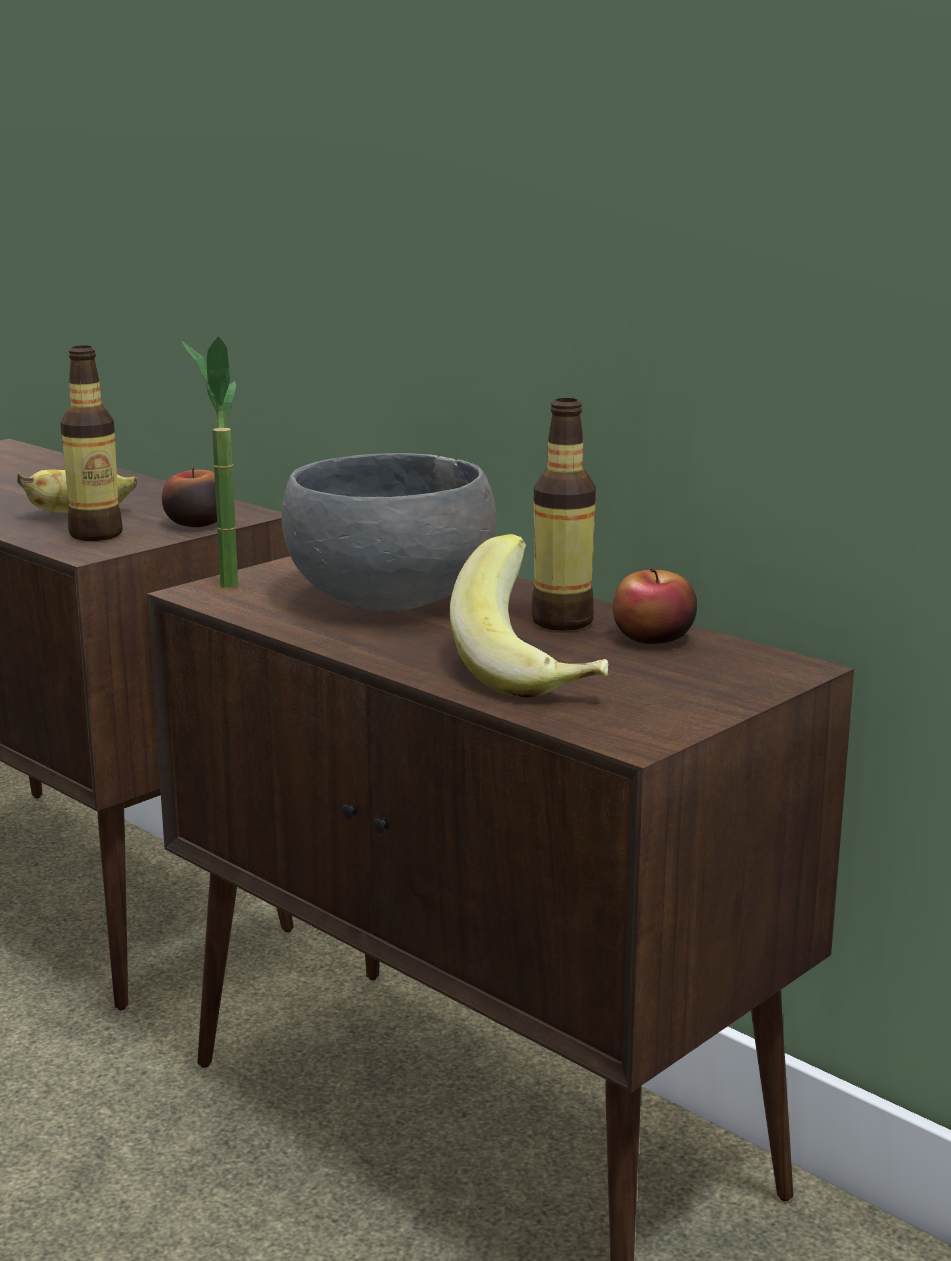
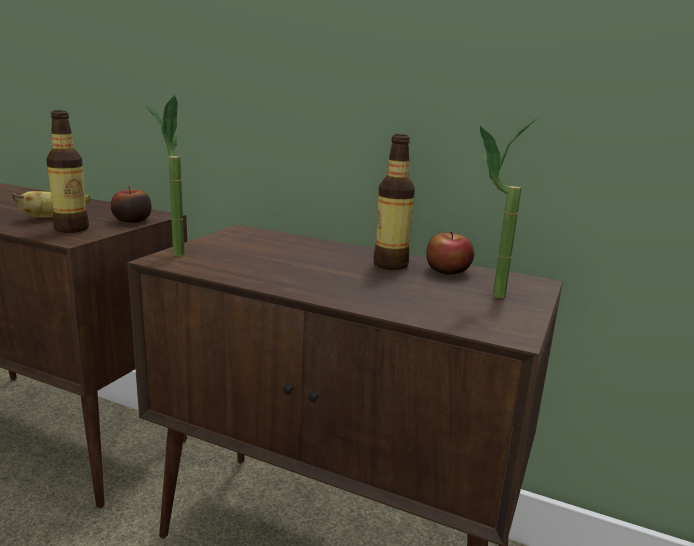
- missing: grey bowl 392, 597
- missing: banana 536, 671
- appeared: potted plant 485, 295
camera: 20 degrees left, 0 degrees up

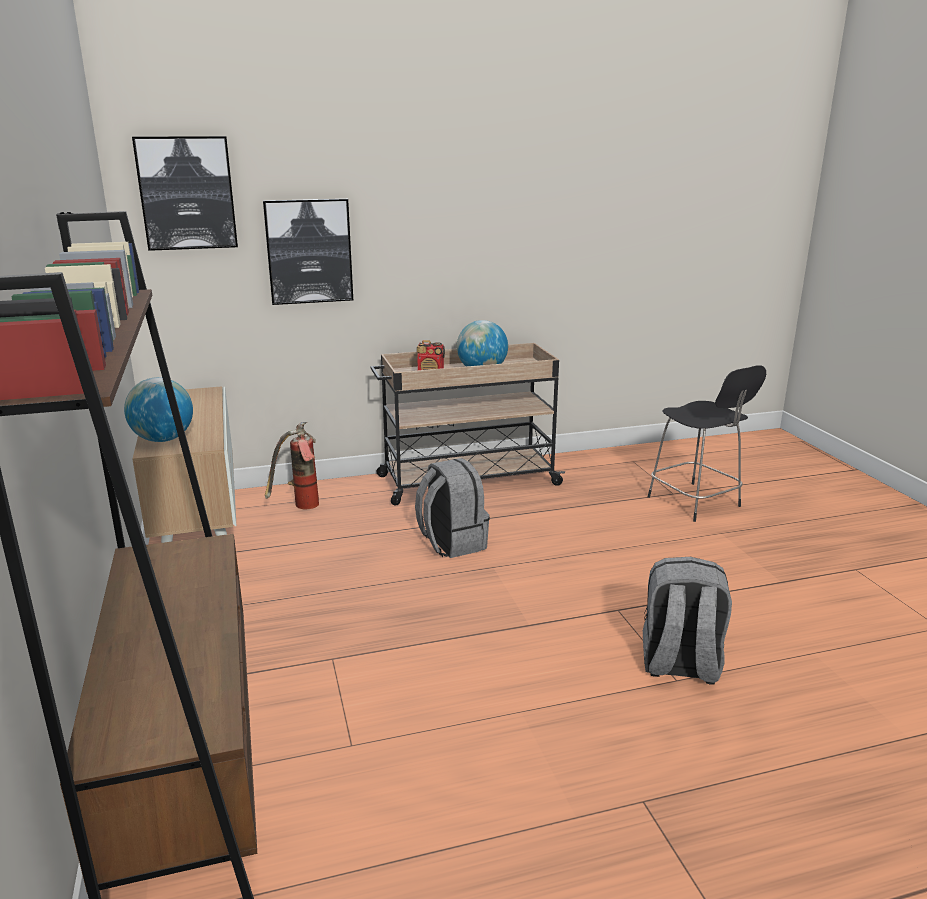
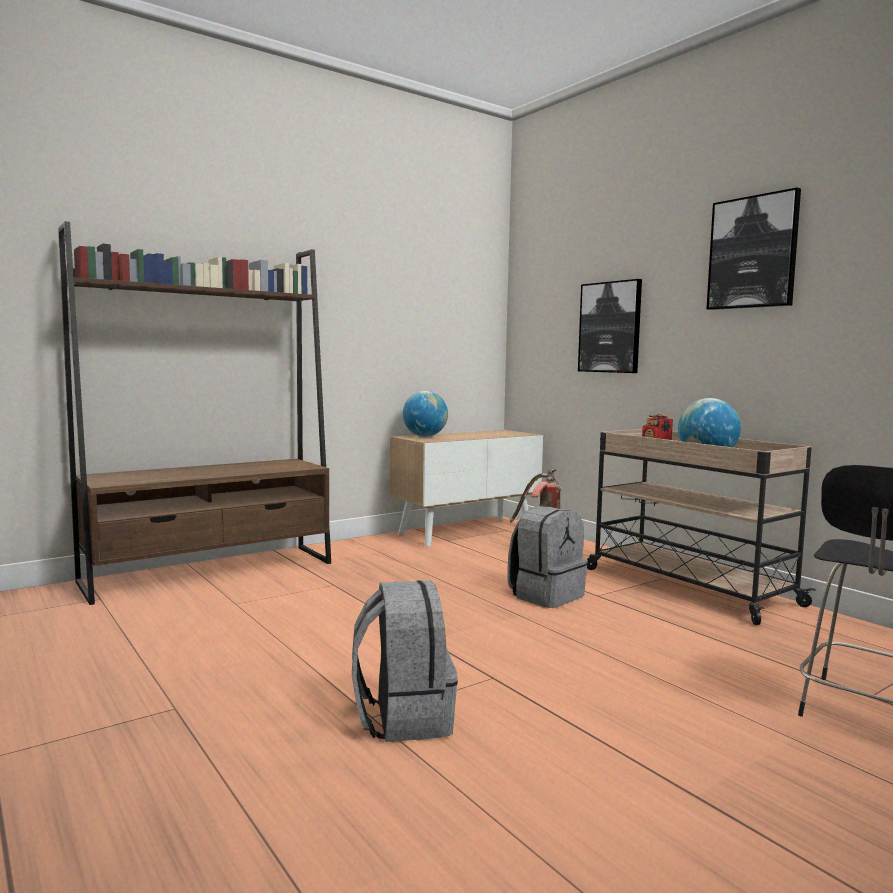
- relocated: picture 187, 193 to 753, 252
camera: 70 degrees right, 15 degrees down

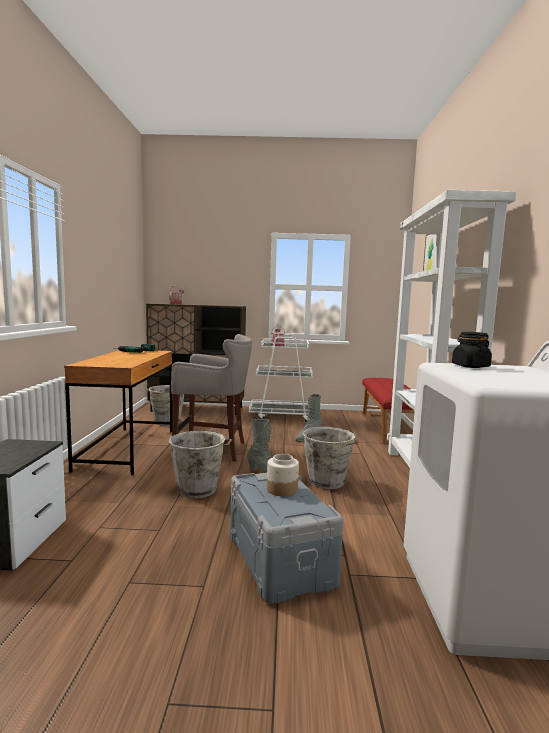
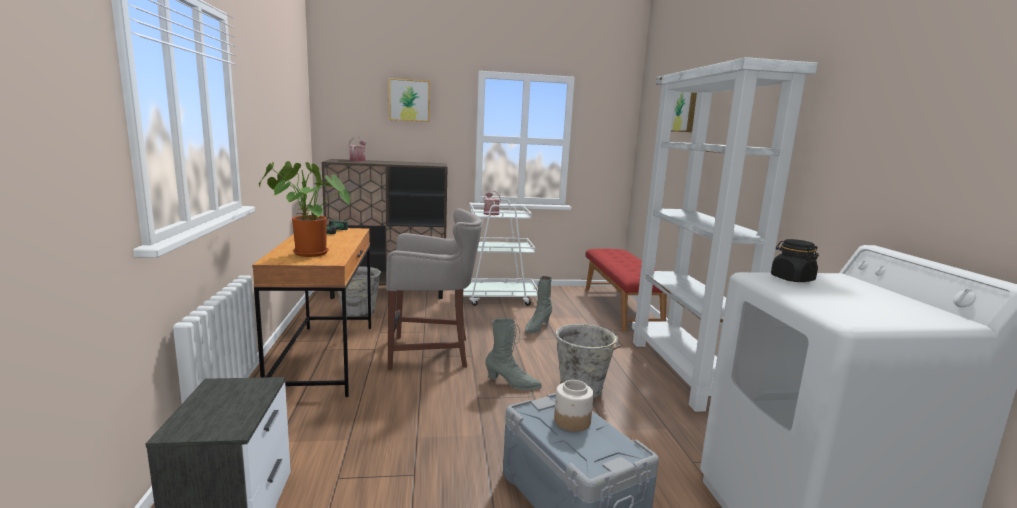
- missing: grey bucket 199, 490
- appeared: potted plant 306, 253
- appeared: picture 409, 100
camera: 10 degrees left, 5 degrees up

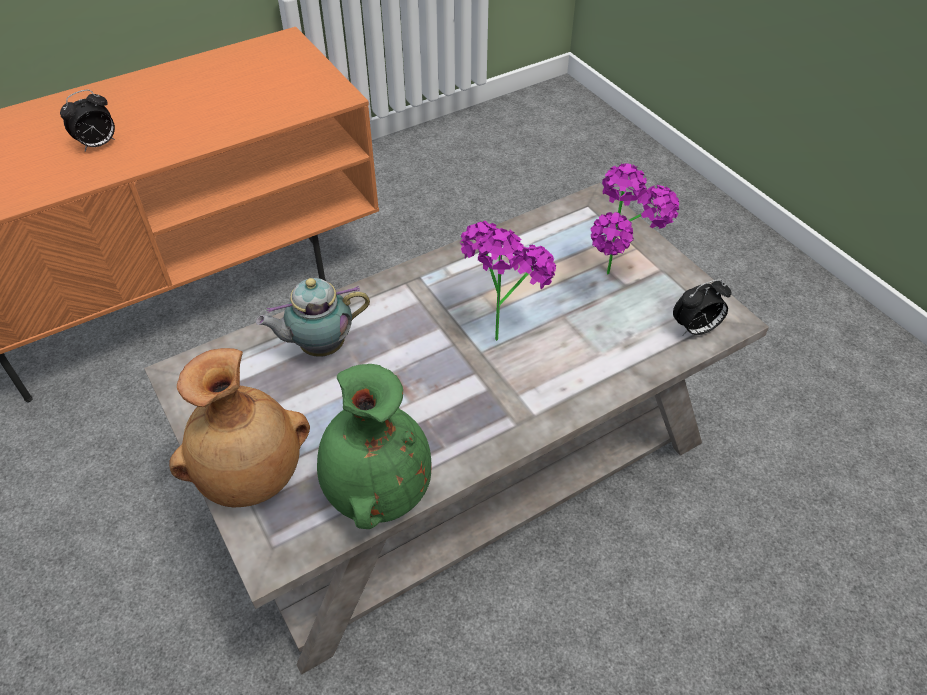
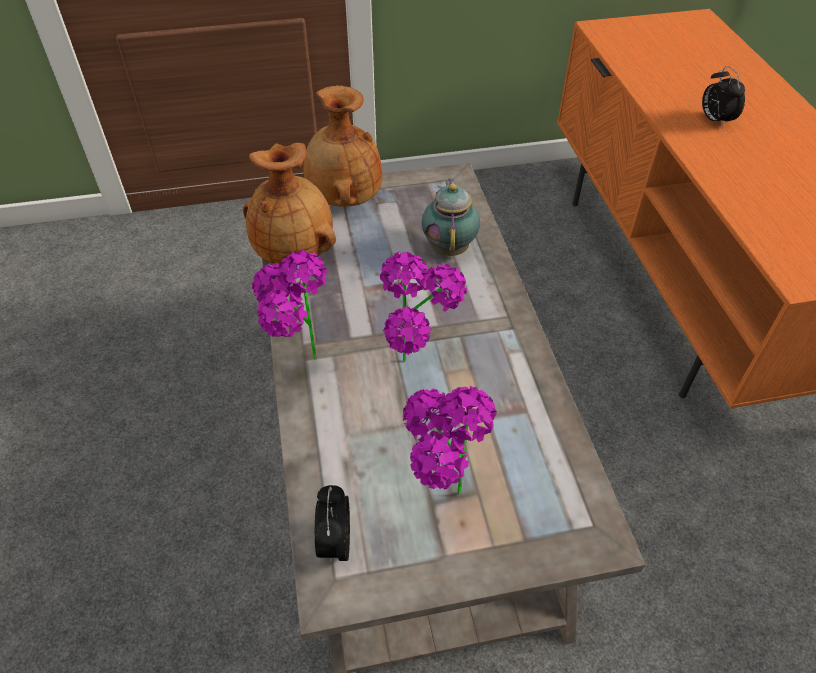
- colour: green vase 376, 490 to brown vase 295, 251
- appeared: potted plant 298, 364
camera: 110 degrees right, 0 degrees up

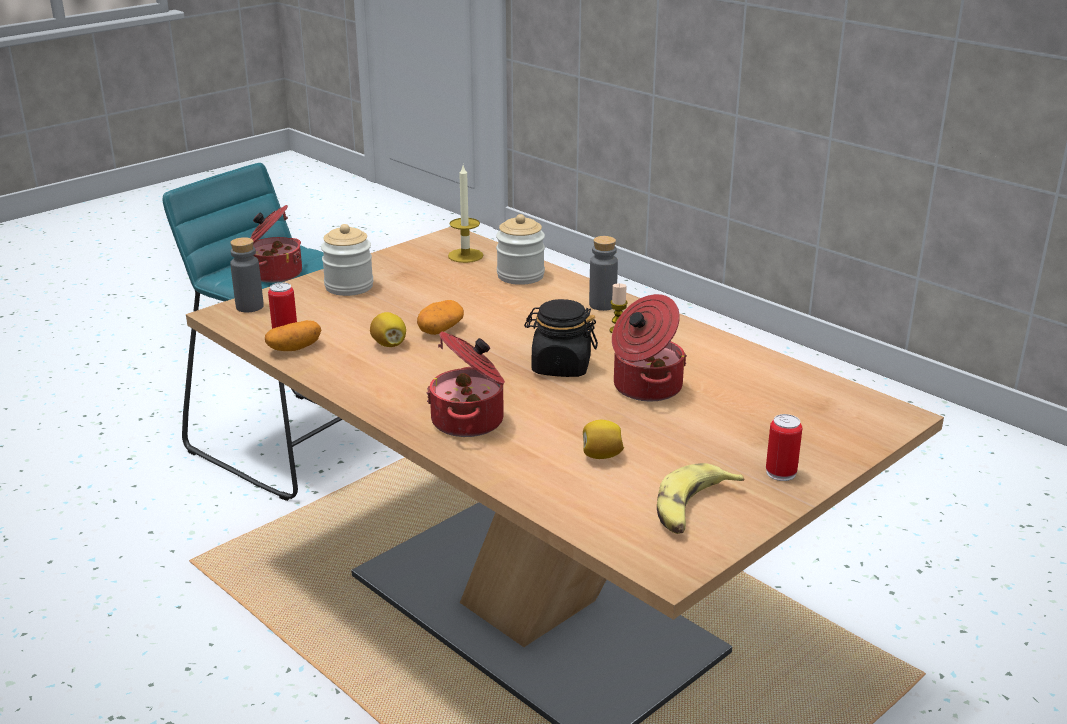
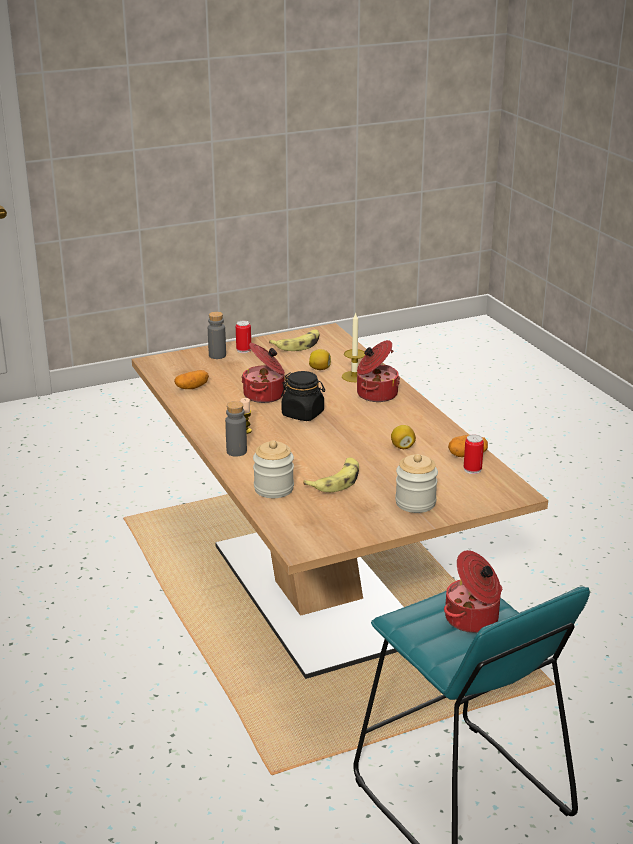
- relocated: grey bottle 249, 307 to 217, 355
- relocated: potato 440, 329 to 192, 387
- relocated: candle 465, 255 to 354, 376
- appeared: banana 336, 481
camera: 160 degrees left, 0 degrees up

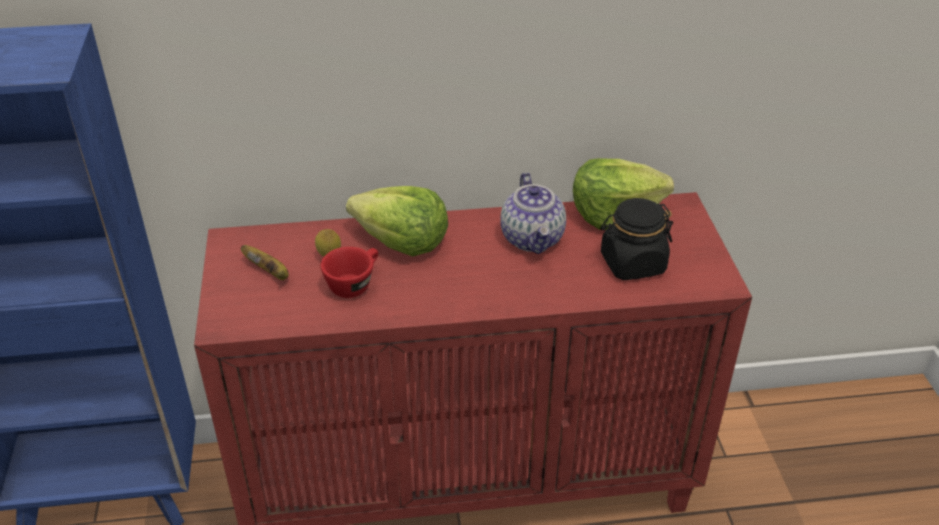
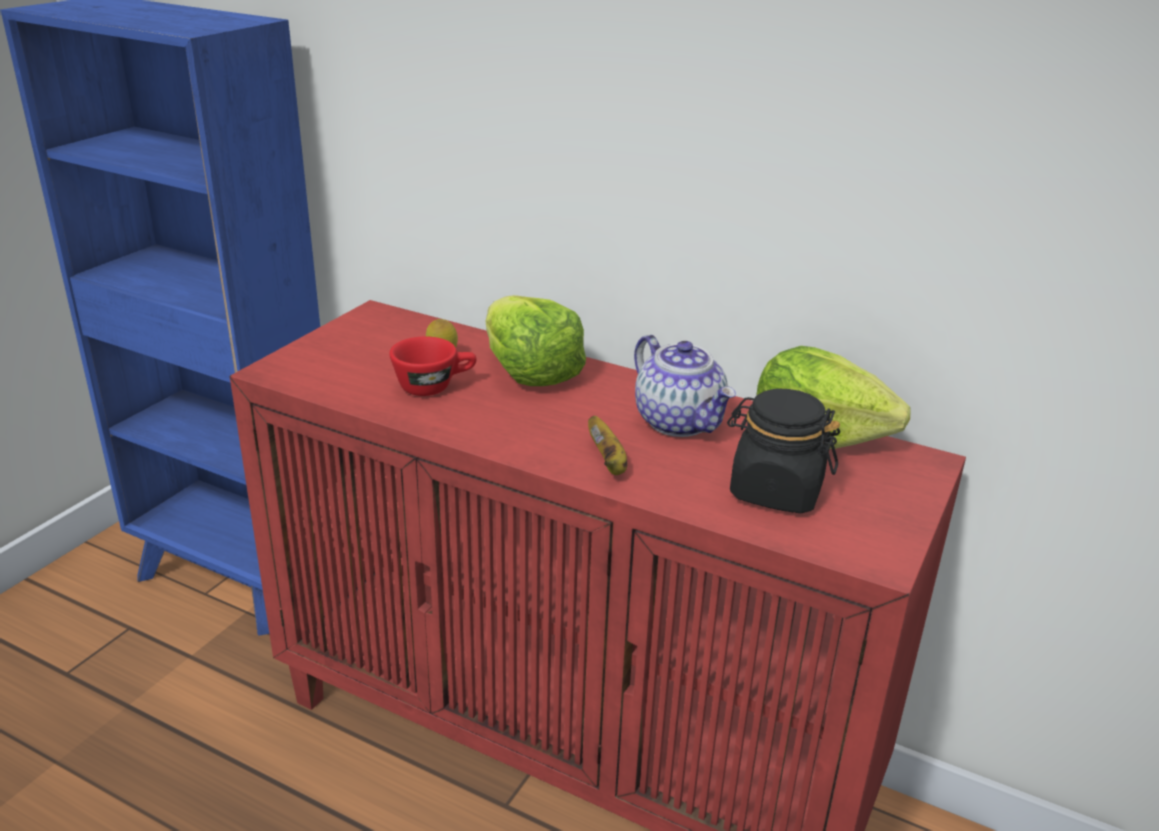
- relocated: banana 269, 272 to 608, 462
- spun: teapot 533, 239 = 680, 422 60 degrees counterclockwise
camera: 35 degrees right, 10 degrees down

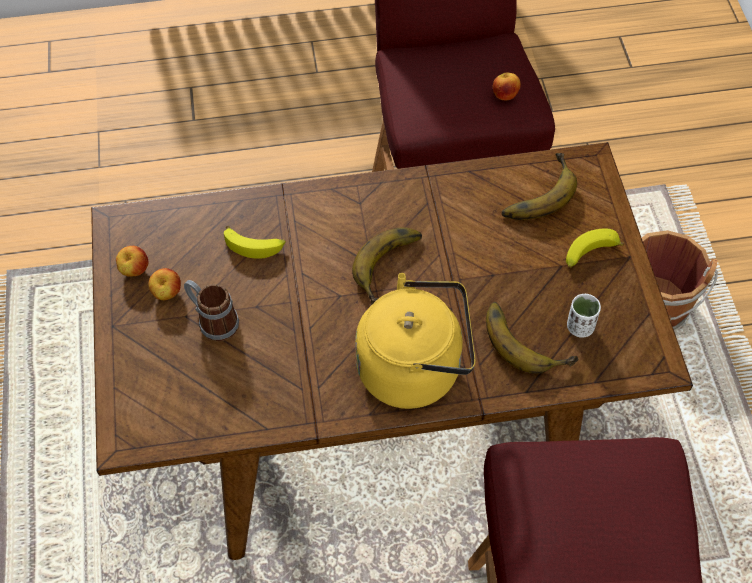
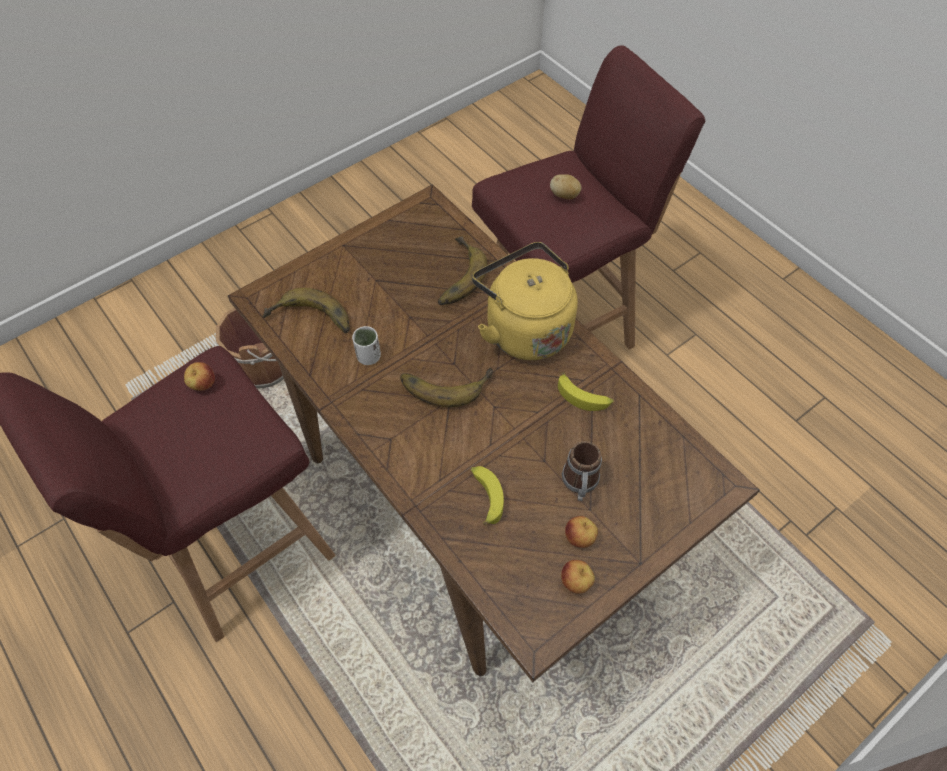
- relocated: banana 589, 254 to 583, 397
- relocated: white cup 580, 327 to 368, 357
- appeared: potato 564, 196
camera: 120 degrees left, 0 degrees up

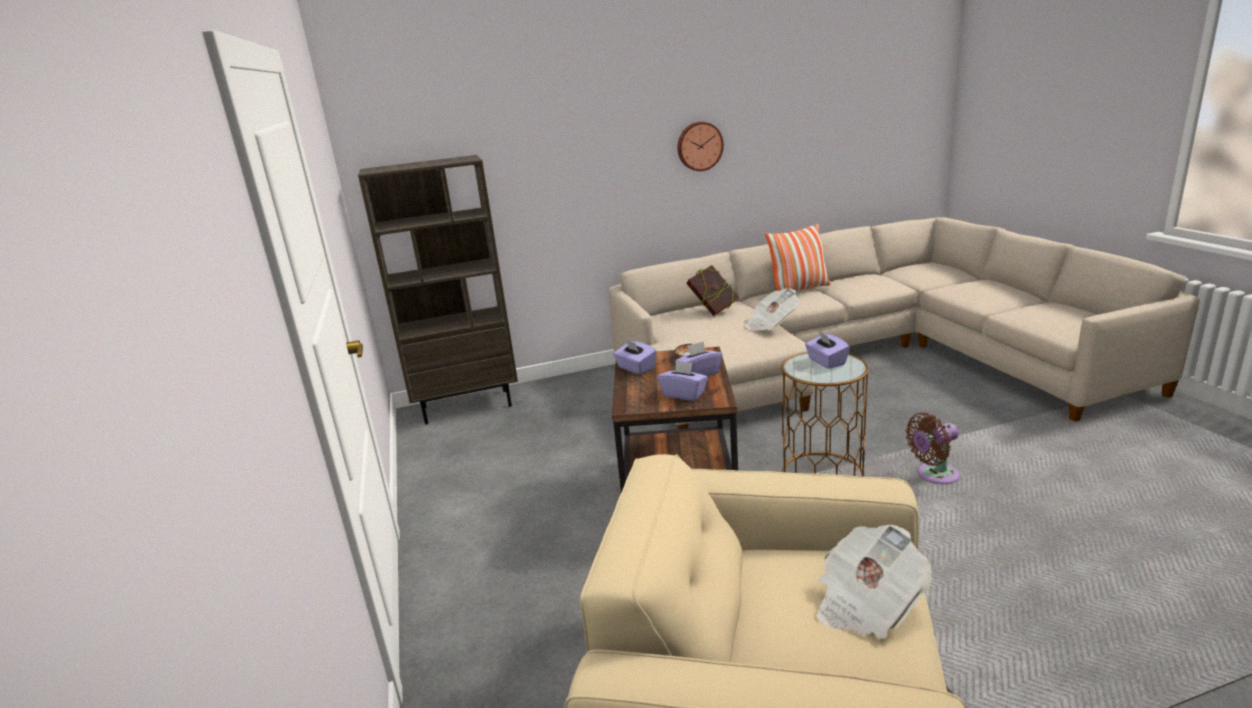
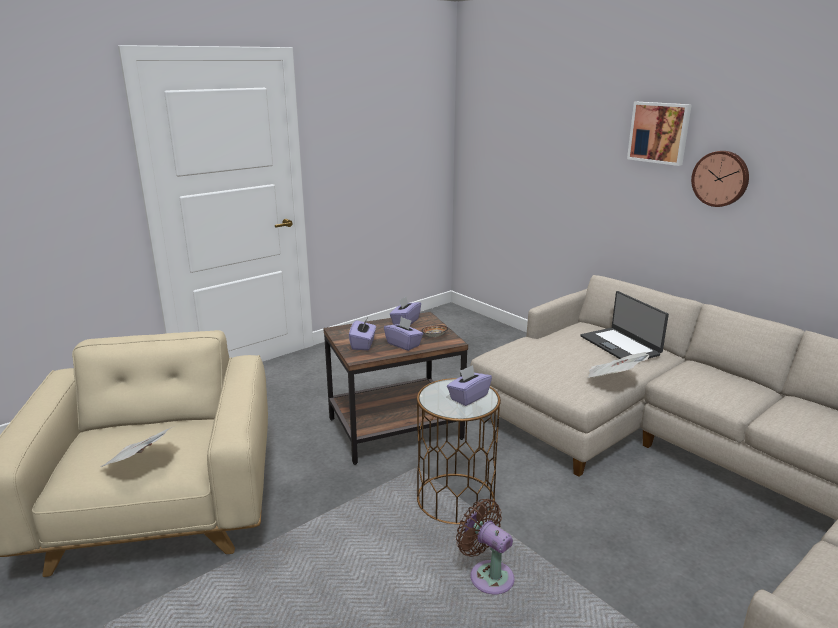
- missing: brown bookcase 467, 406
- exchanged: book 713, 310 to laptop 620, 345
- missing: pillow 799, 290
- appeared: picture 659, 132
camera: 65 degrees right, 0 degrees up

